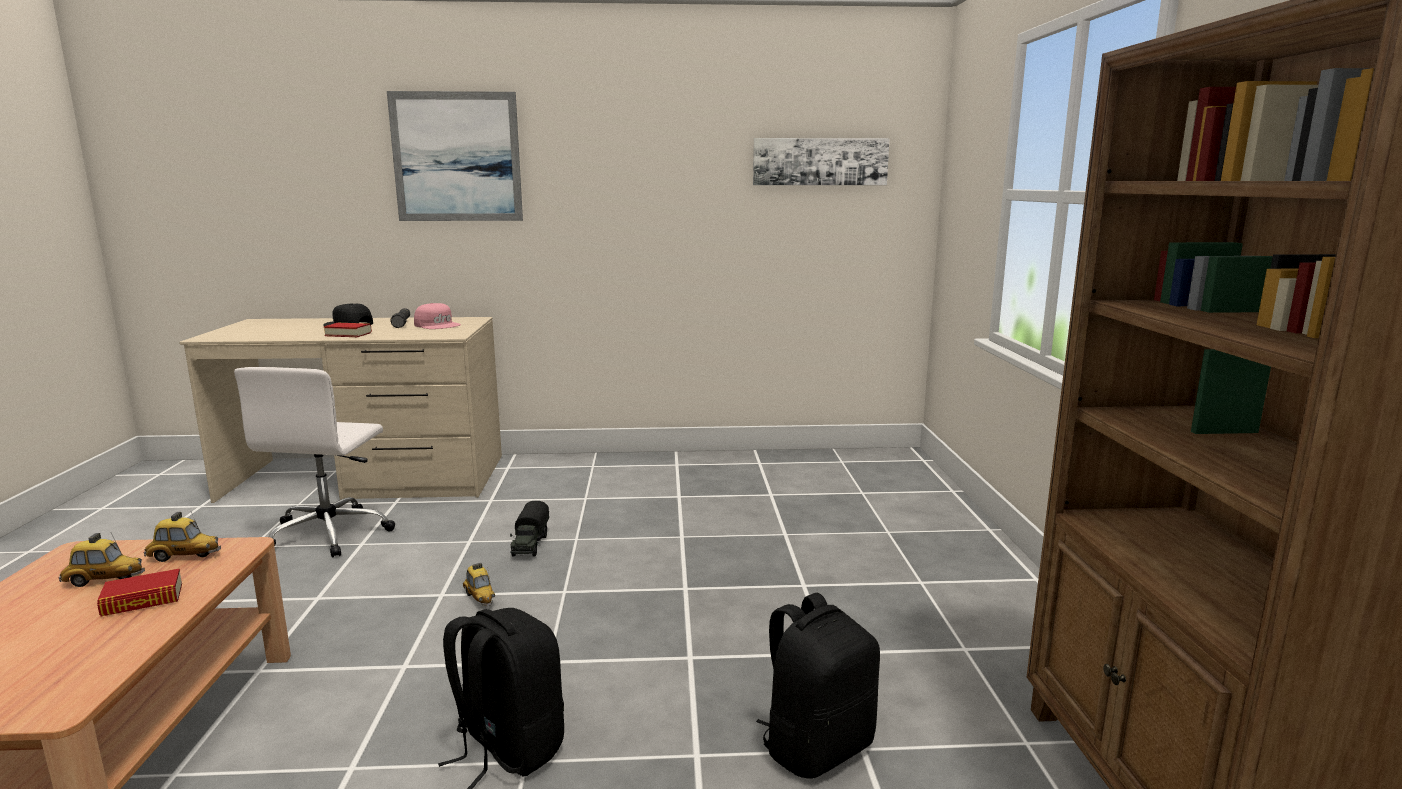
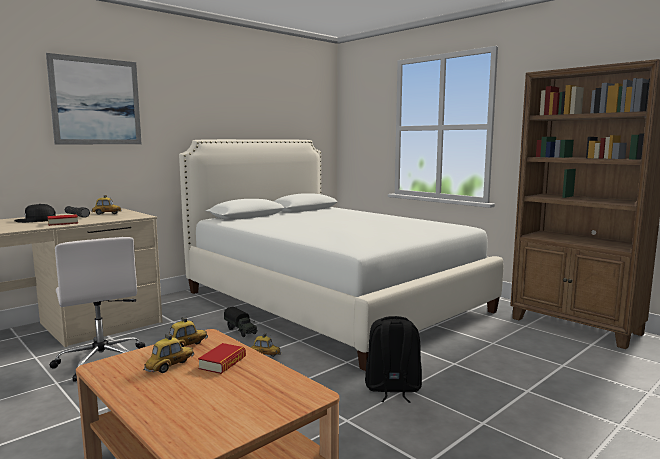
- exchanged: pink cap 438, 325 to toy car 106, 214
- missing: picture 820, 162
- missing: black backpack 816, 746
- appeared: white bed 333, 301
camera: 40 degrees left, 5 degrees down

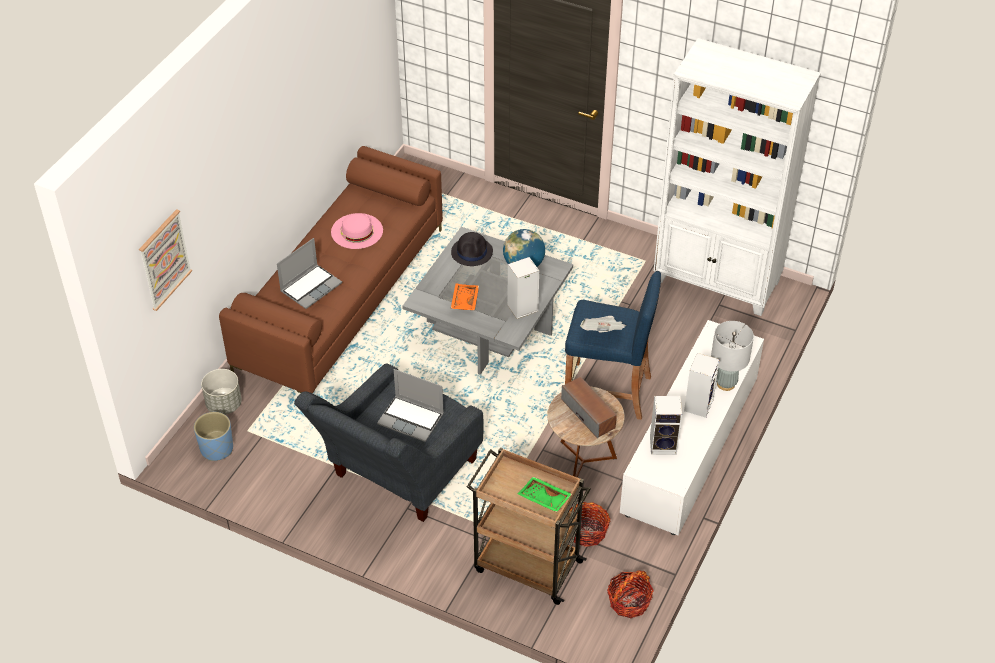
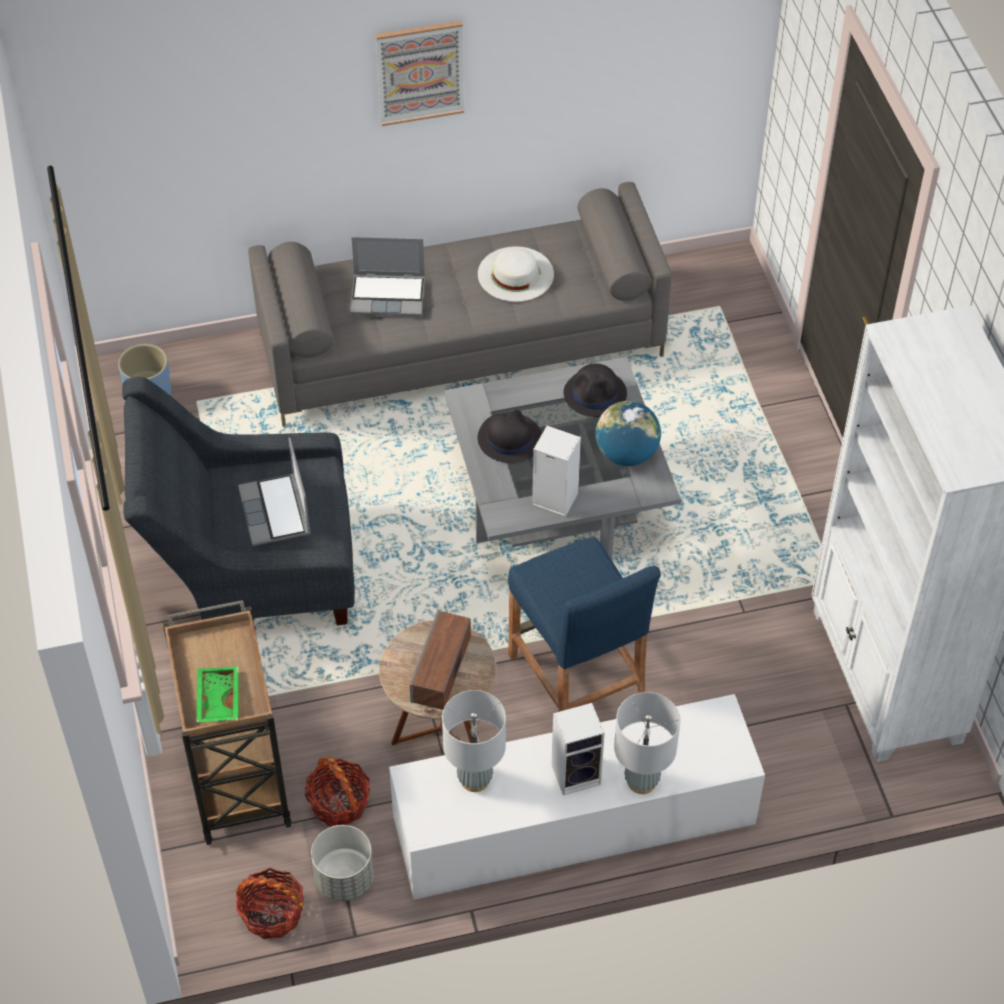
- relocated: picture 164, 259 to 420, 72
- relocated: grey planter 224, 404 to 344, 878
- colour: brown sofa 340, 298 to grey sofa 462, 344
- colour: pink hat 357, 231 to white hat 515, 274
- exchanged: orange tray 464, 301 to black hat 509, 438
- missing: newspaper 602, 332
- exchanged: speaker 664, 445 to grey table lamp 475, 779
camera: 50 degrees right, 5 degrees up

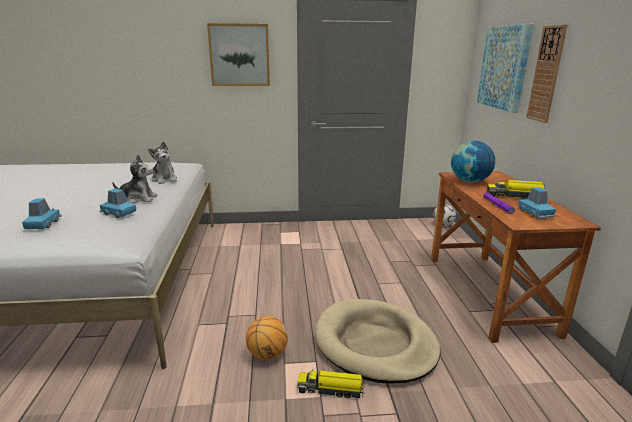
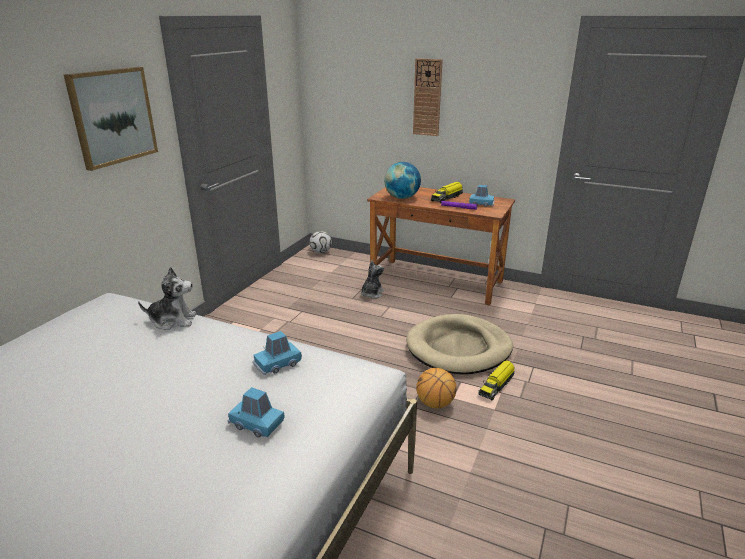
- relocated: plush toy 138, 198 to 371, 294
- missing: picture 504, 67
camera: 60 degrees left, 5 degrees up

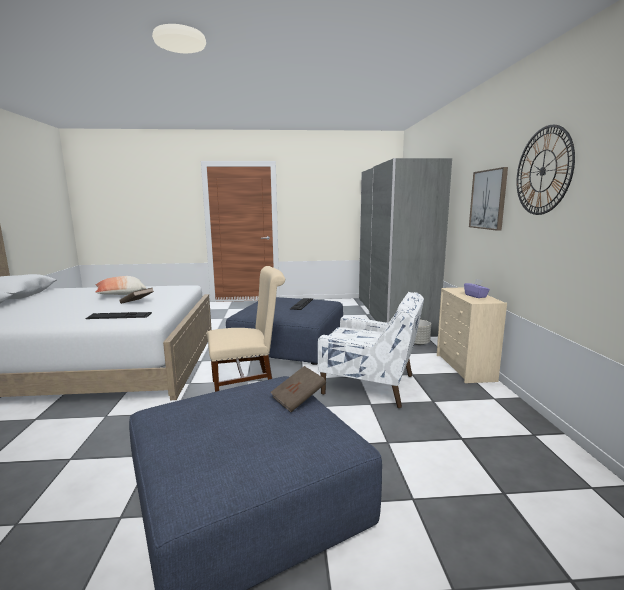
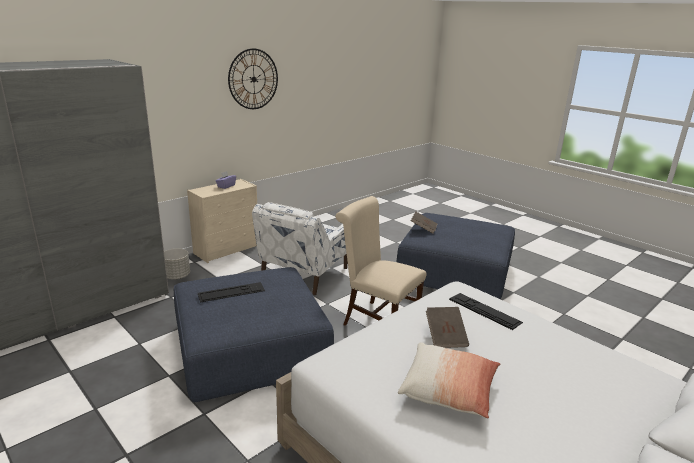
- spun: white armchair 370, 385 = 303, 274 135 degrees counterclockwise
- missing: picture 488, 199
camera: 130 degrees left, 10 degrees up

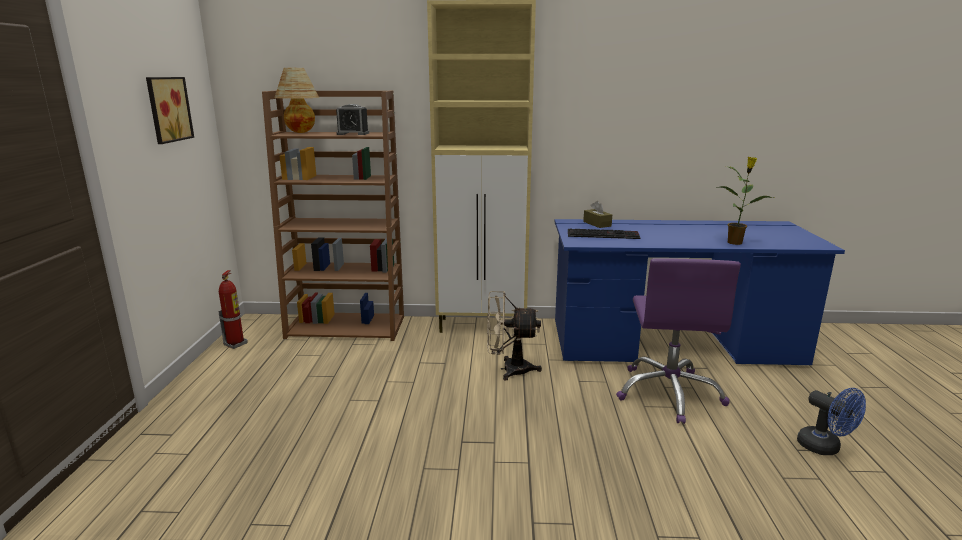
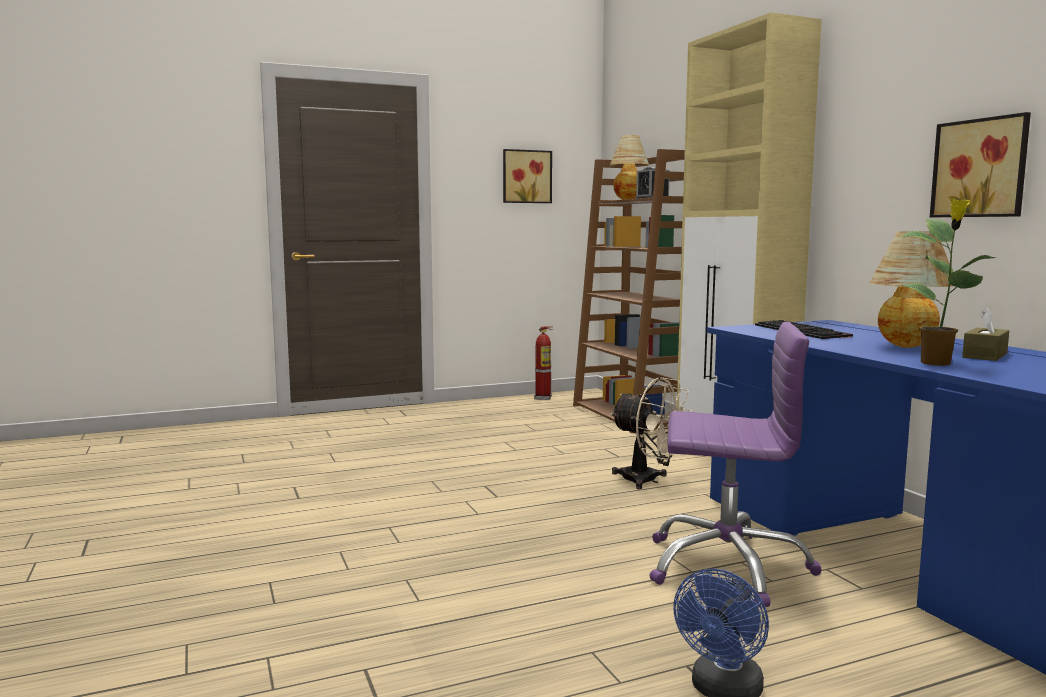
- spun: beige fan 508, 369 = 648, 481 150 degrees clockwise
- relocated: brown tissue box 597, 224 to 985, 355
- spun: purple office chair 669, 393 = 727, 566 150 degrees counterclockwise
- appeared: table lamp 908, 347
- appeared: picture 982, 168
camera: 65 degrees right, 10 degrees down

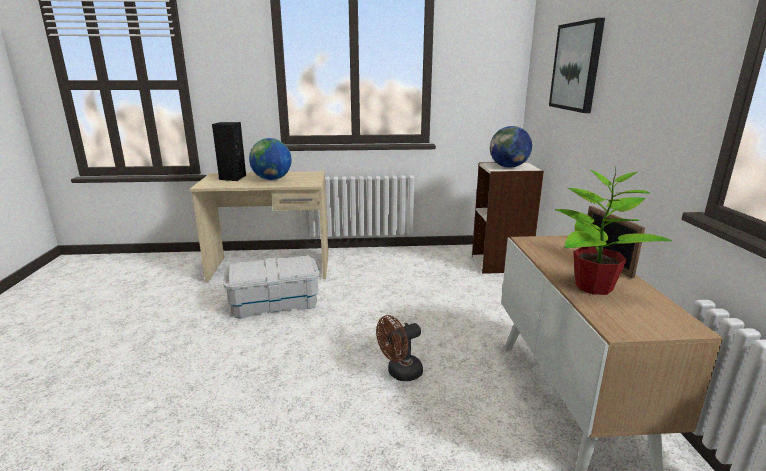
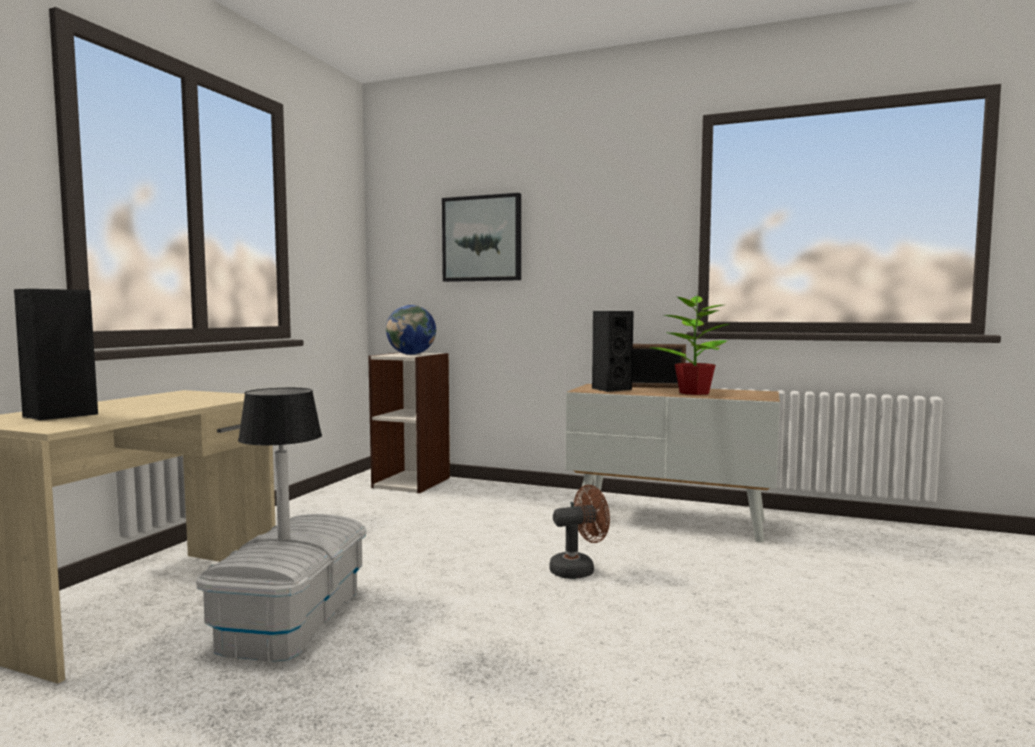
- missing: globe 272, 179
- spun: brown fan 400, 373 = 578, 569 105 degrees counterclockwise
- appeared: table lamp 283, 538
- appeared: black speaker 610, 389
camera: 65 degrees left, 15 degrees down

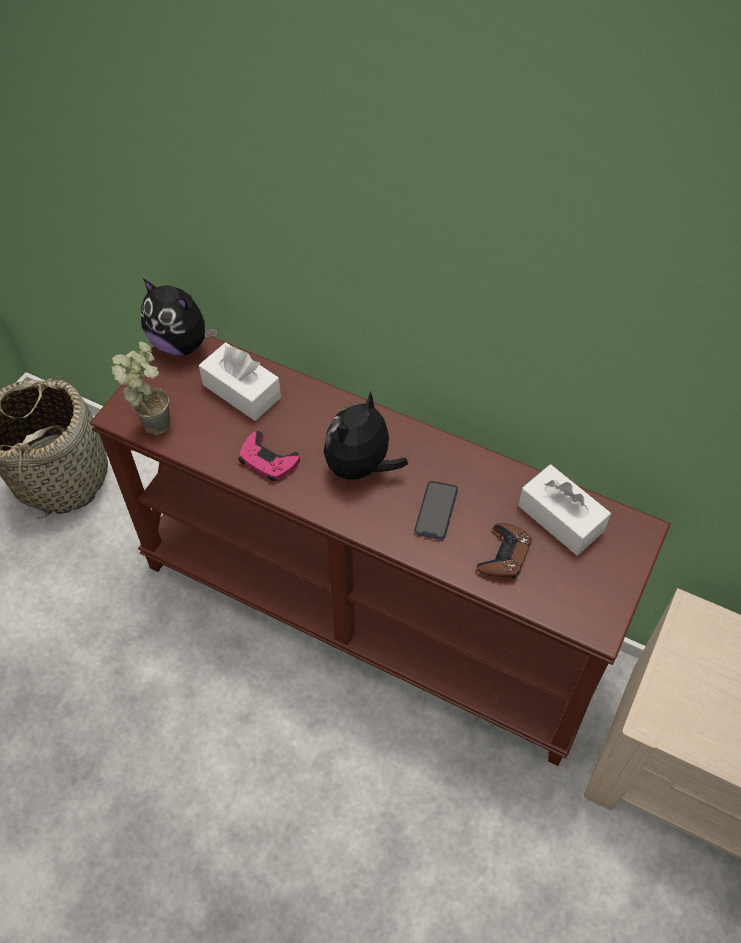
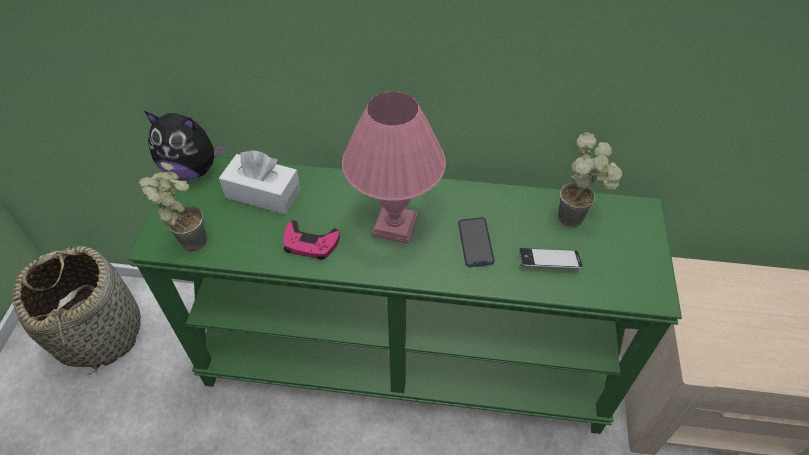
- colour: brown console table 373, 609 to green console table 405, 358
- exchanged: plush toy 360, 468 to pink table lamp 395, 226
- exchanged: brown game controller 504, 555 to phone 549, 262
- exchanged: white tissue box 560, 518 to potted plant 578, 219
camera: 20 degrees left, 5 degrees down

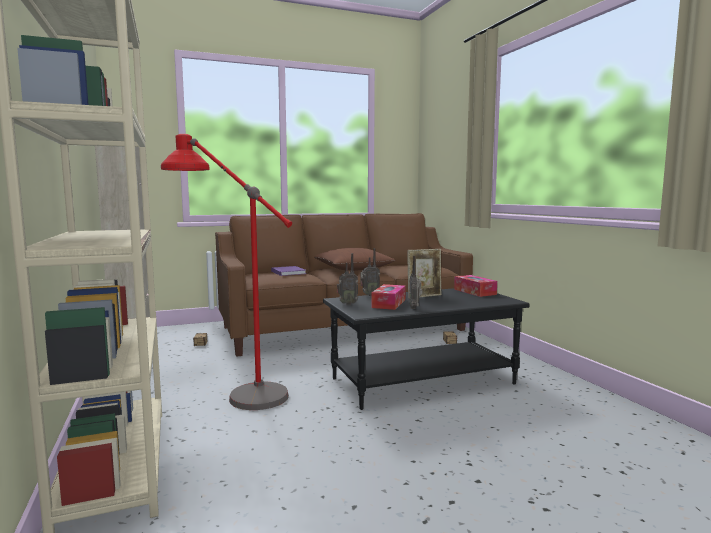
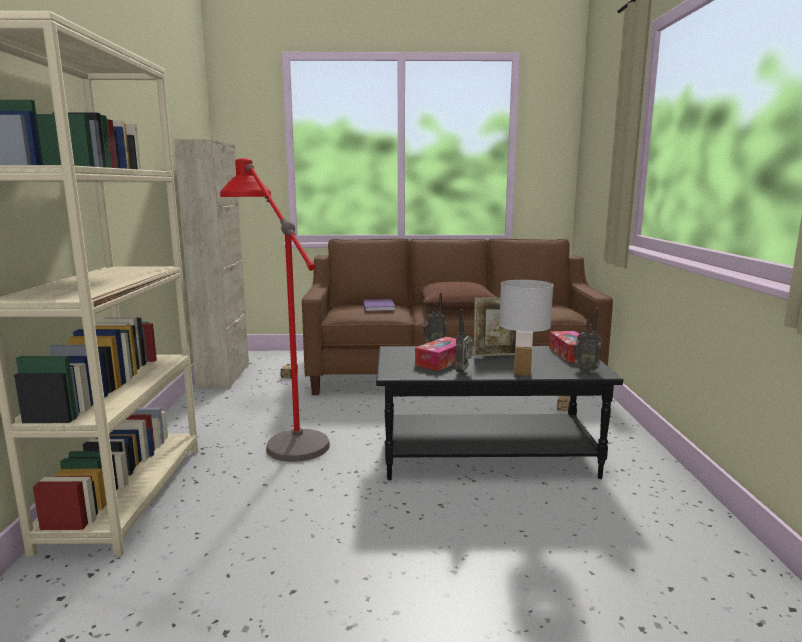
- relocated: radio 347, 304 to 585, 370
- appeared: white table lamp 521, 373
camera: 20 degrees right, 5 degrees up

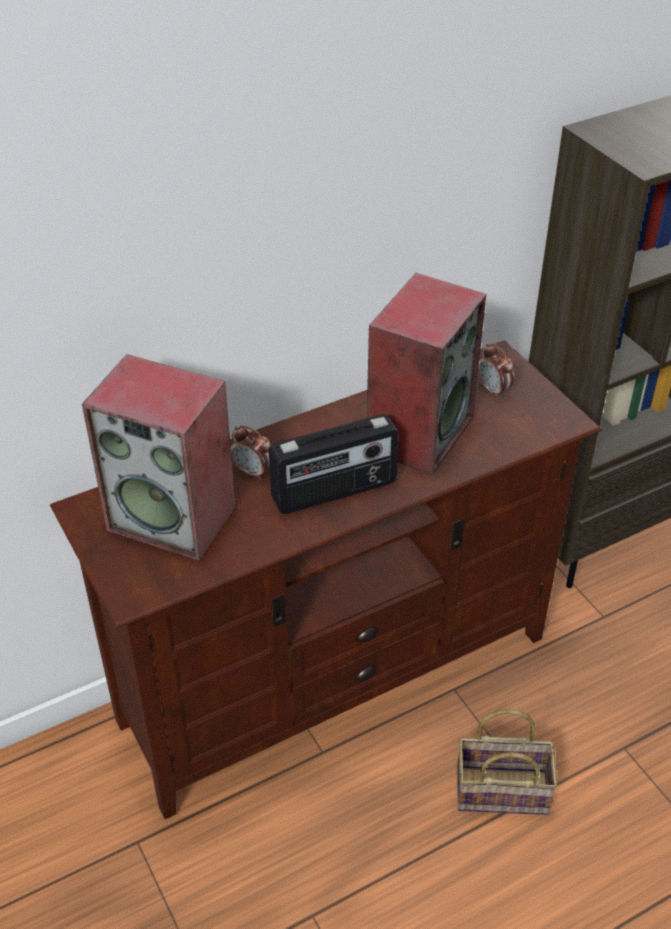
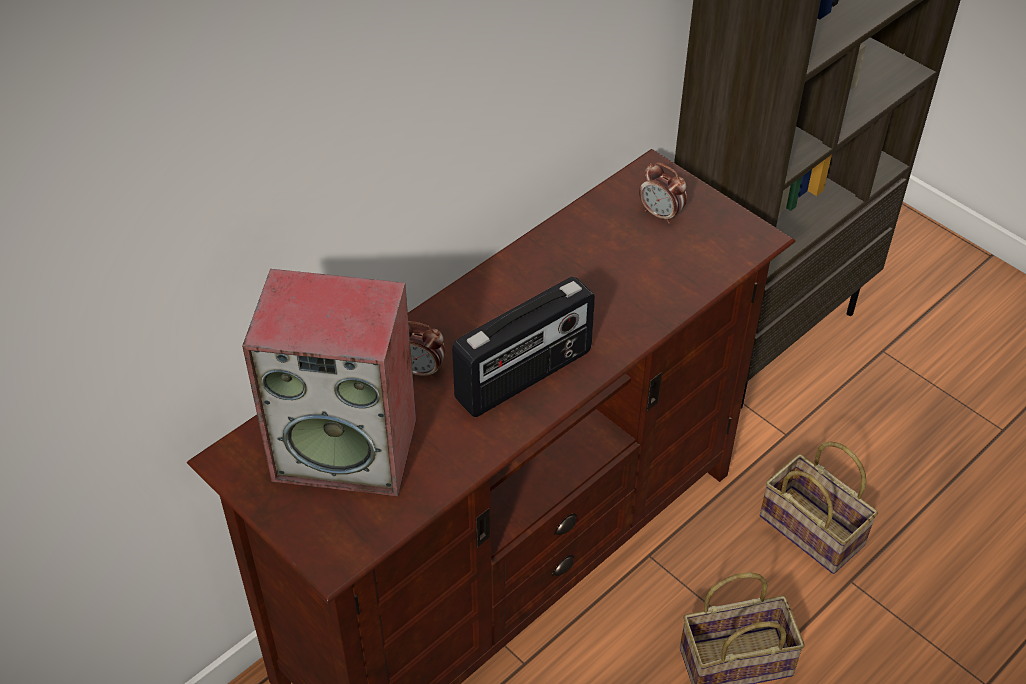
- missing: speaker 419, 432
- appeared: basket 815, 531
camera: 15 degrees left, 5 degrees up

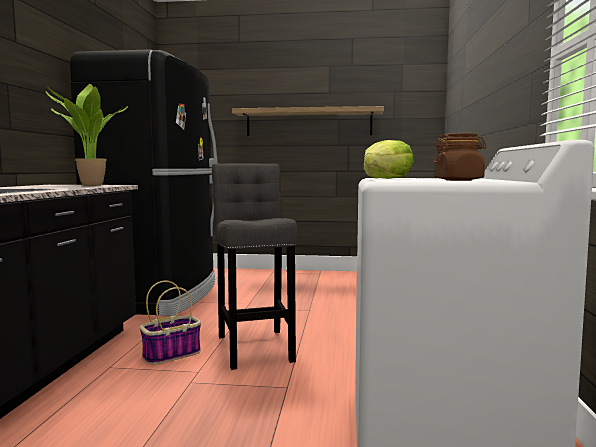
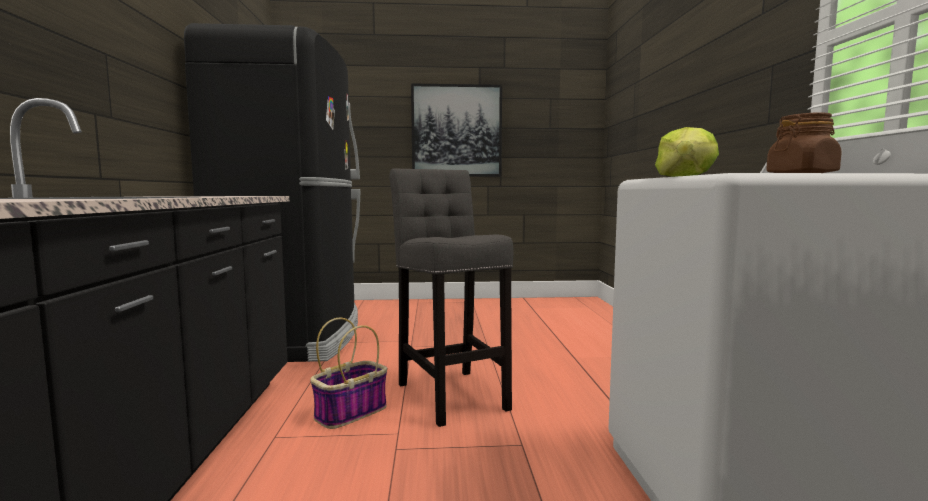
- missing: potted plant 88, 185
- exchanged: shelf 308, 123 to picture 456, 131
camera: 10 degrees left, 0 degrees up

